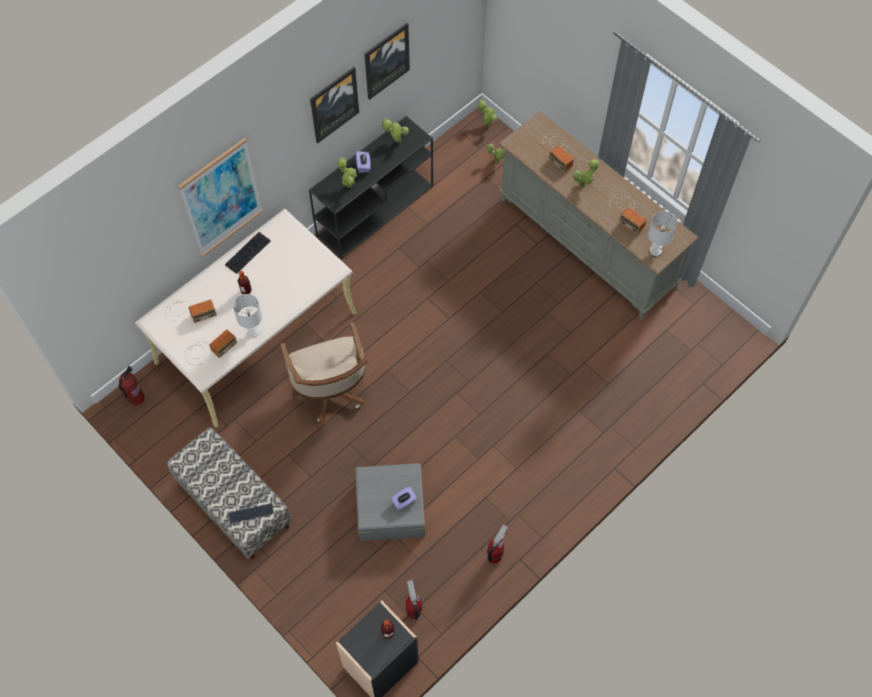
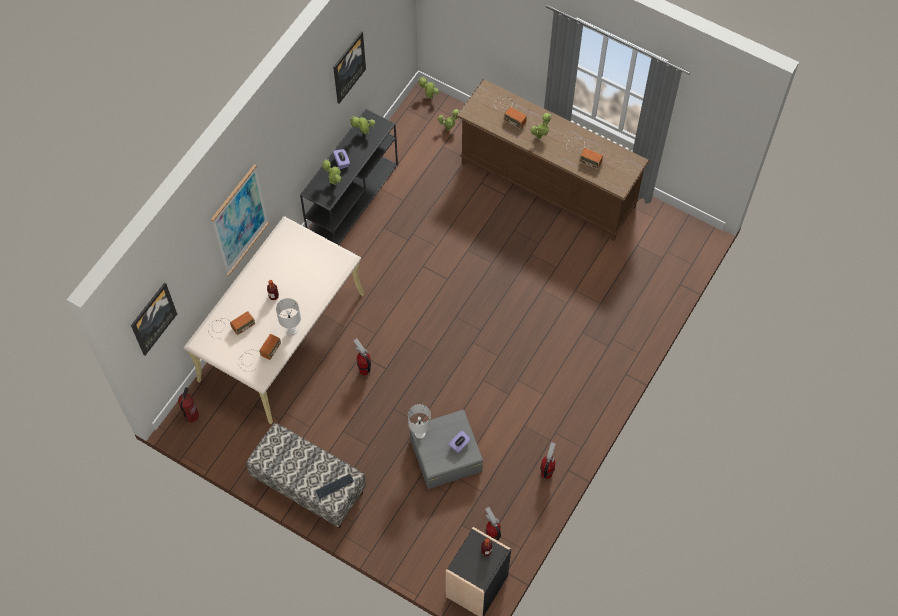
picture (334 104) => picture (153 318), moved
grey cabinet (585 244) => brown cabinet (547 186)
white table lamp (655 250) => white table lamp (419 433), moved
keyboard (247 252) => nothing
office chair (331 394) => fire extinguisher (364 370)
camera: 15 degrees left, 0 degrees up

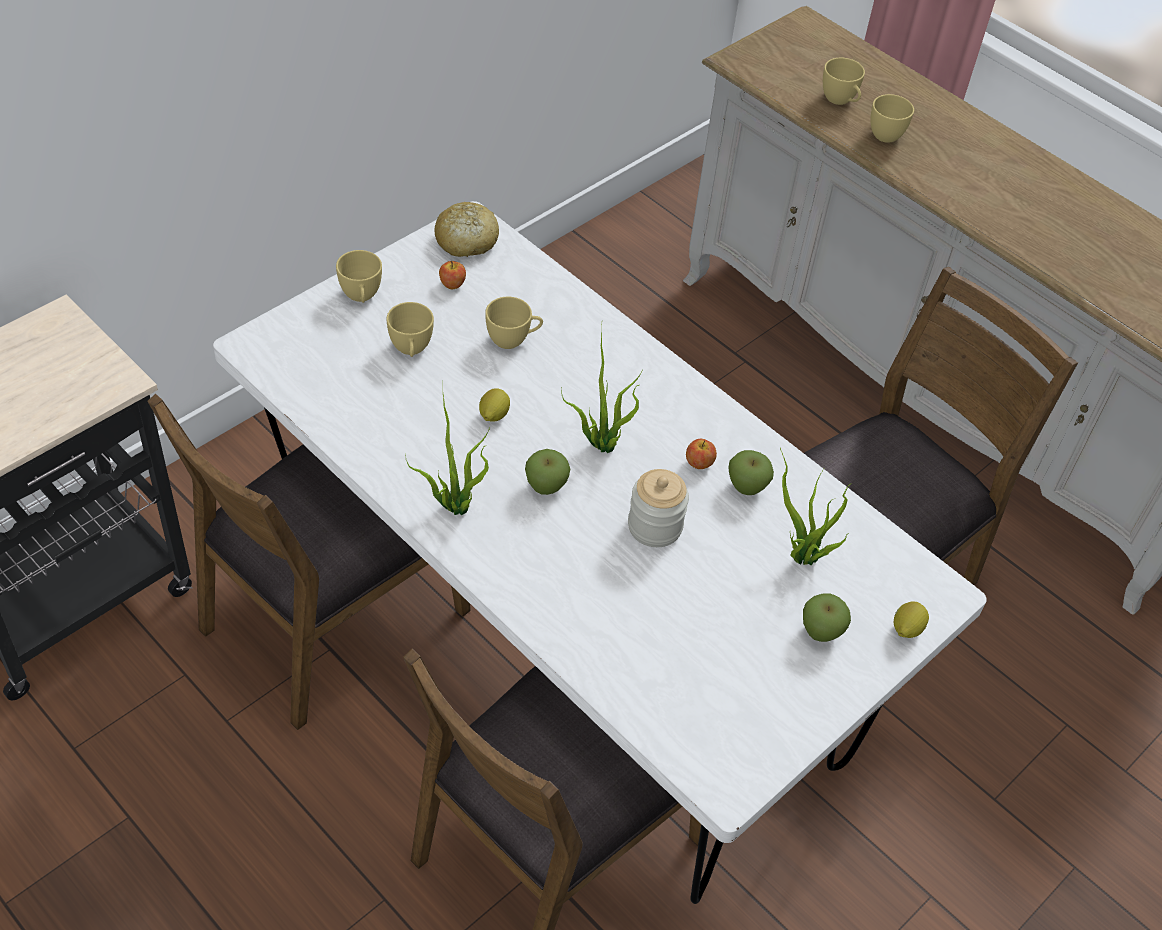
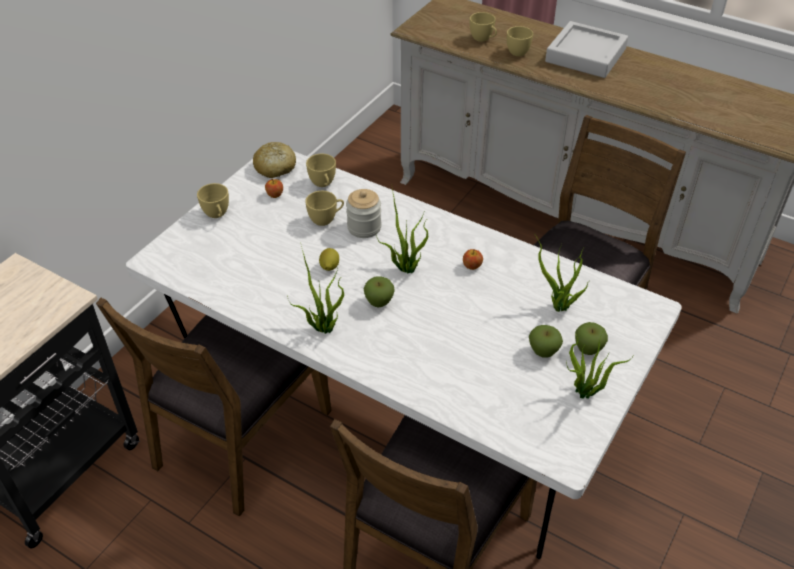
yellow cup (411 350) => yellow cup (323 184), moved
apple (747 487) => apple (543 351), moved
jar (655 526) => jar (364 227), moved
lemon (906 629) => nothing
nothing => grey tray (585 55)
nothing => potted plant (586 394)
camera: 10 degrees left, 5 degrees down

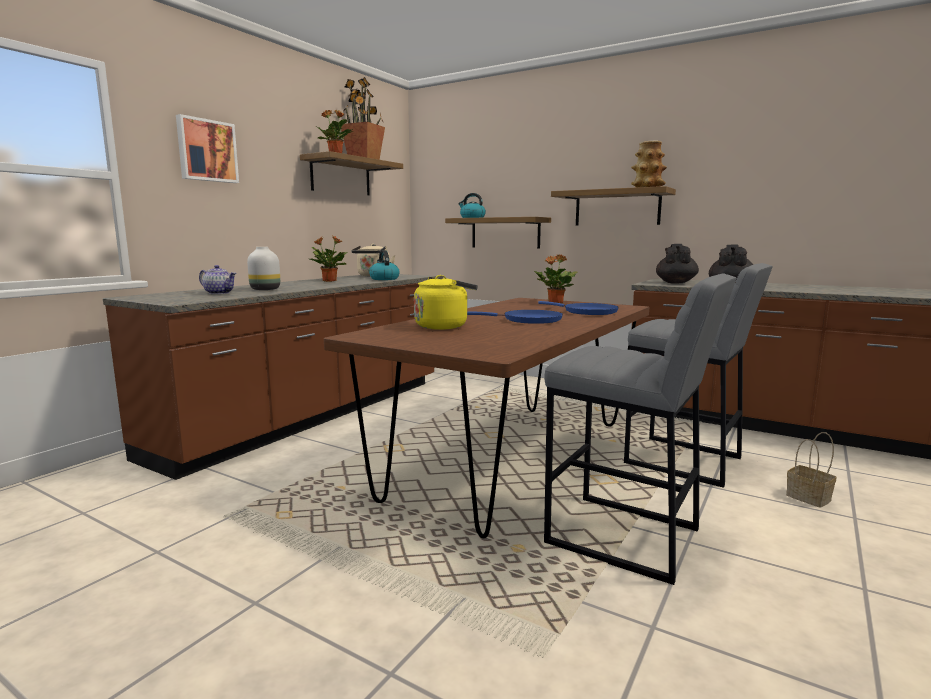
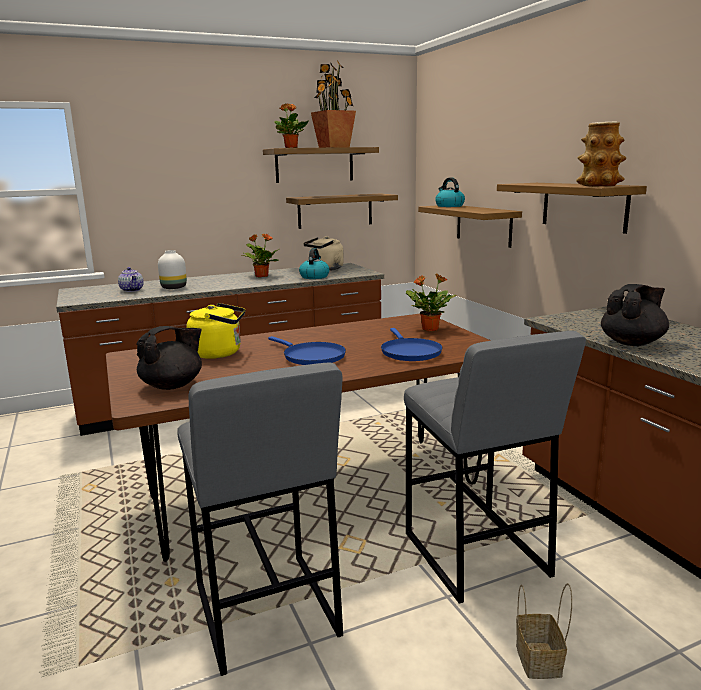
picture (206 150) => nothing
black teapot (675 282) => black teapot (173 385), moved
nothing => shelf (335 211)
camera: 35 degrees right, 5 degrees up

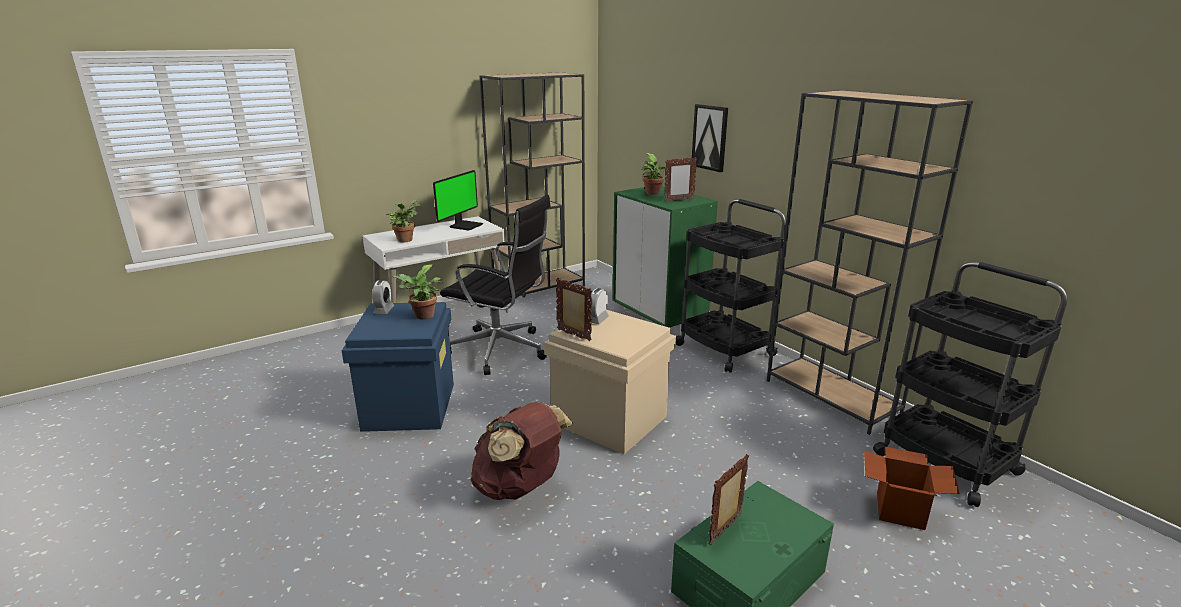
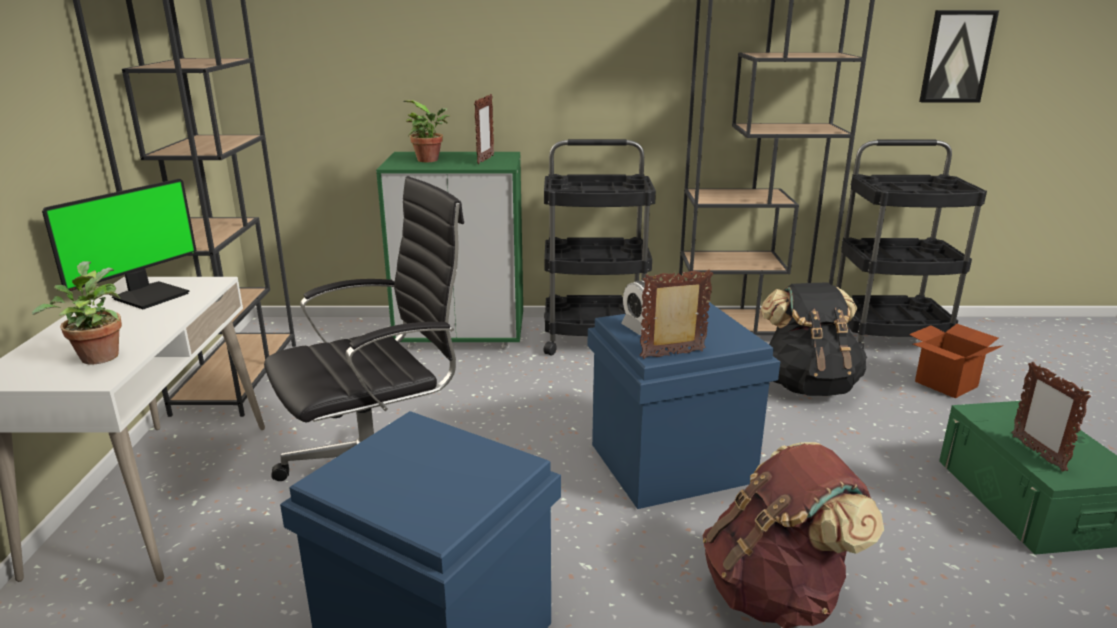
picture (710 137) => picture (956 56), moved
monitor (465 225) => monitor (150 295), 60 degrees clockwise
potted plant (422 316) => nothing
alarm clock (384 310) => nothing
beige storage box (608 419) => blue storage box (670 463)
nothing => black backpack (807 385)
camera: 55 degrees left, 0 degrees up

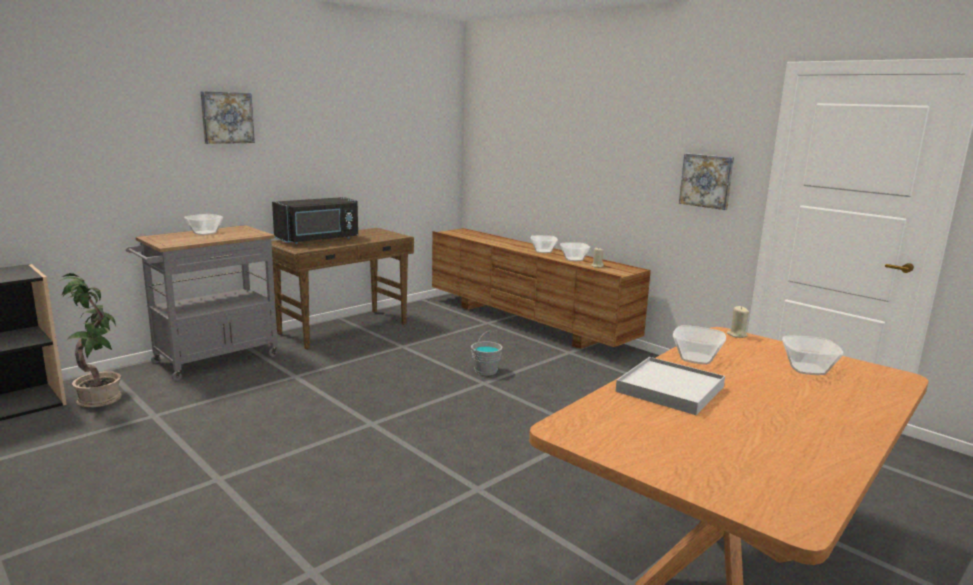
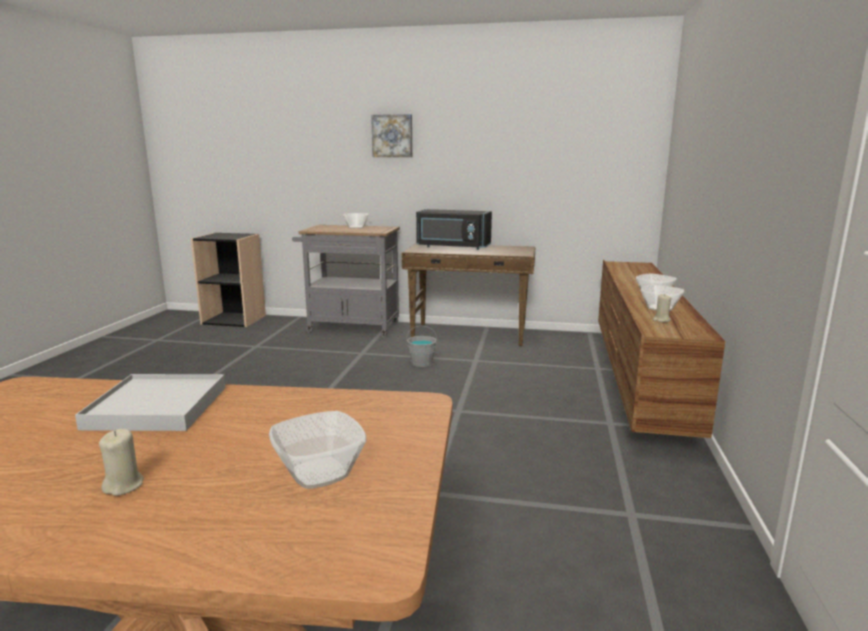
picture (707 181) => nothing
potted plant (101 399) => nothing
beige candle (737 335) => beige candle (124 486), moved
bowl (697 359) => nothing
grey bucket (485 371) => grey bucket (422 363), moved
camera: 55 degrees right, 0 degrees up

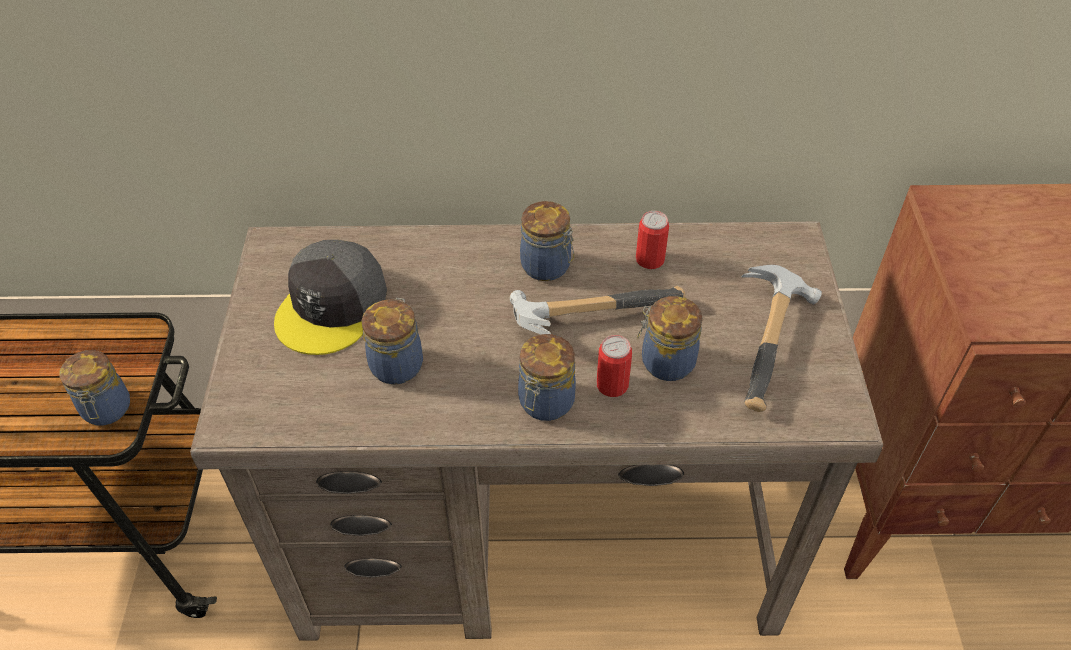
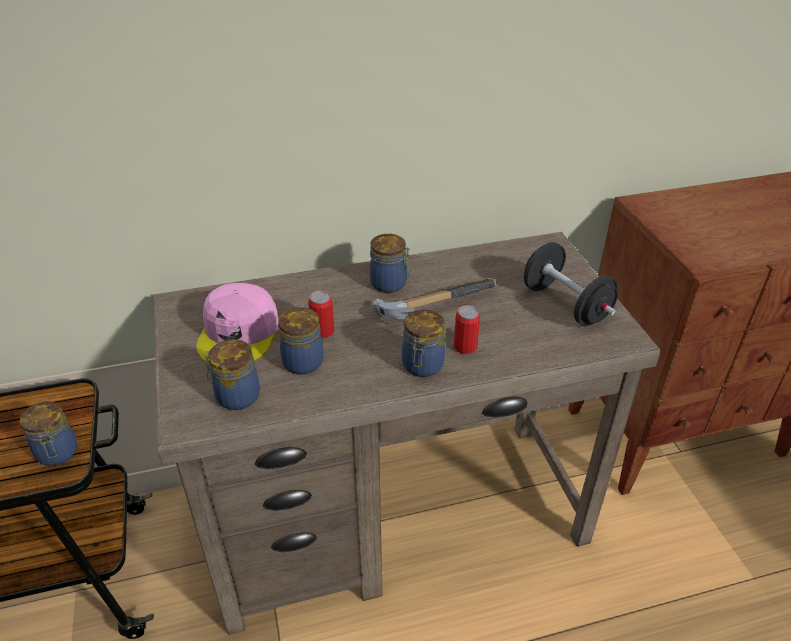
can (650 259) => can (322 331), moved
grey cap (332 306) => pink cap (239 333)
hammer (776 345) => black dumbbell (565 304)
jar (665 362) => jar (236 396), moved
camera: 15 degrees left, 10 degrees down

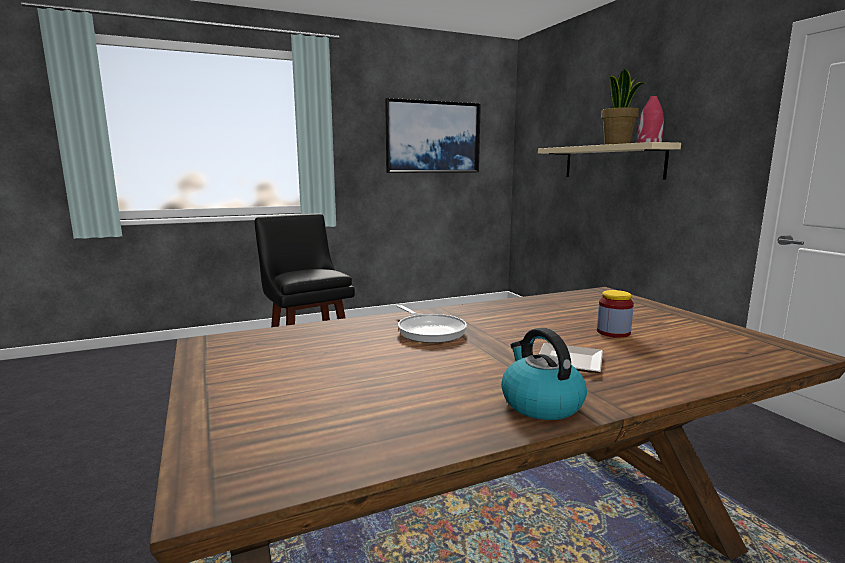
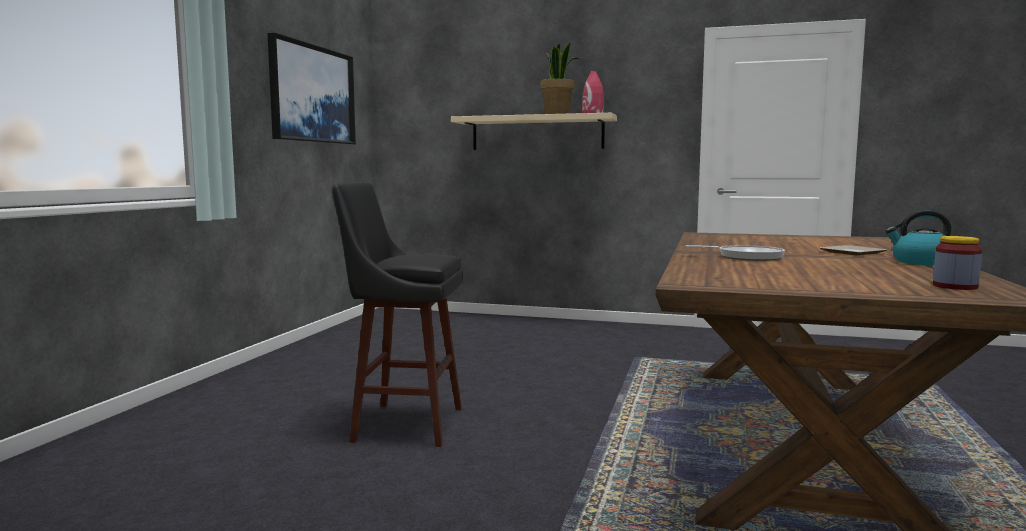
jar (613 332) => jar (955 286), moved
camera: 50 degrees left, 5 degrees down

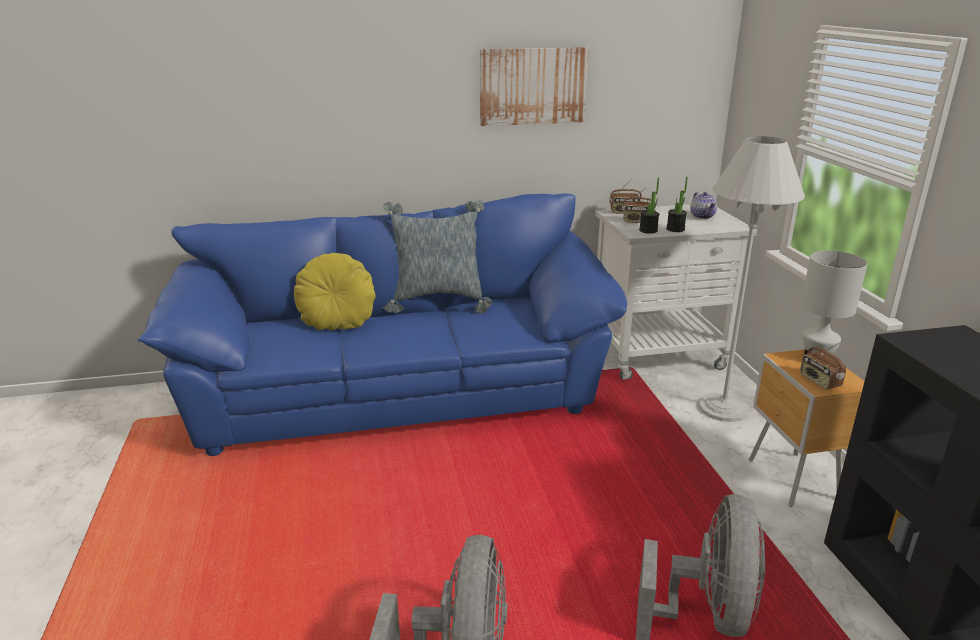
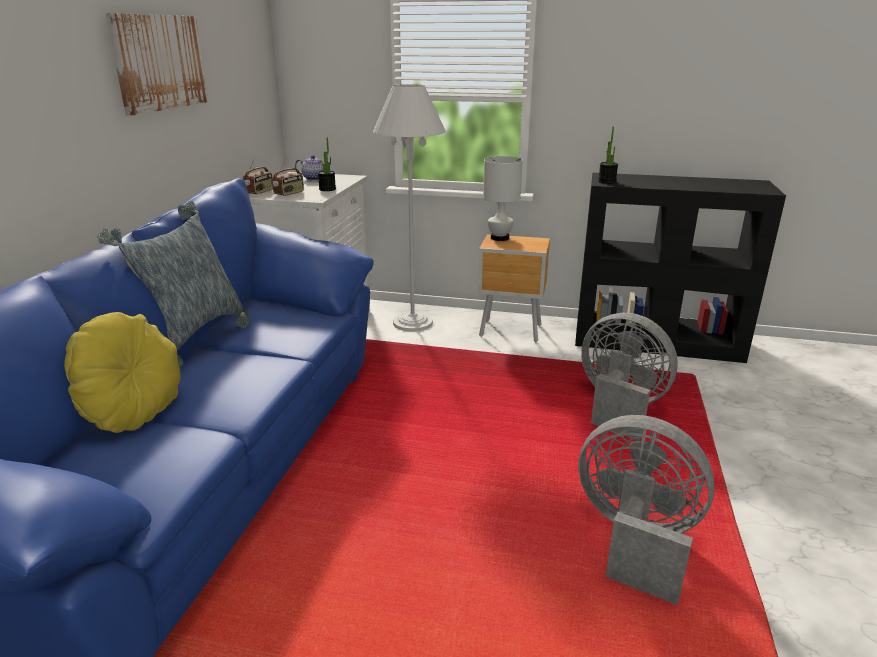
potted plant (648 230) => potted plant (607 181), moved
radio (819 381) => nothing
camera: 65 degrees left, 0 degrees up

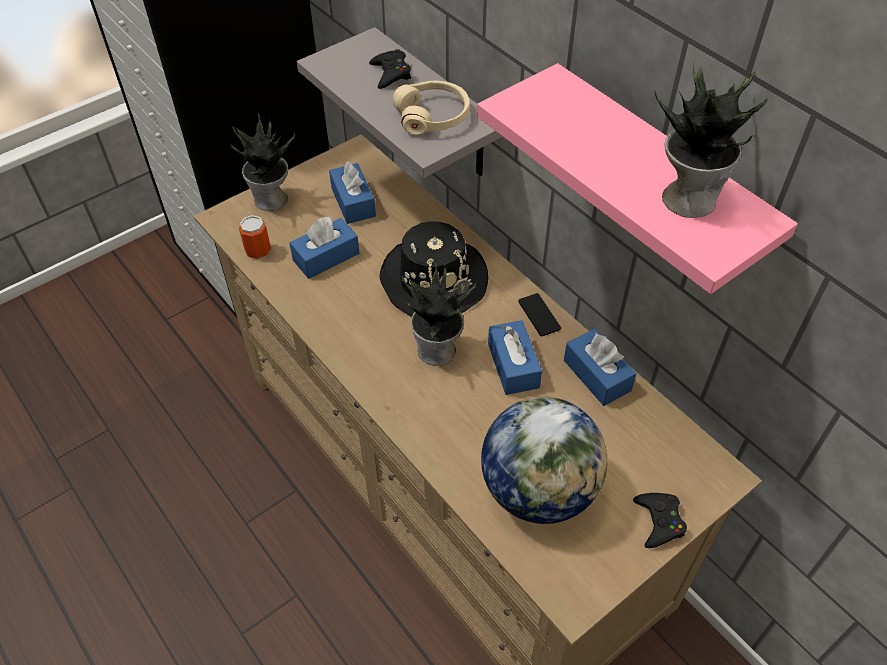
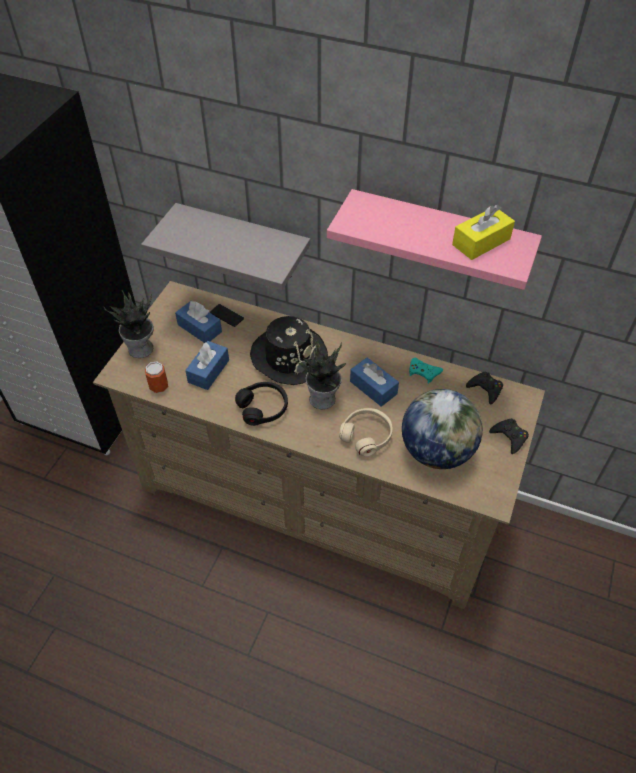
black game controller (391 73) => black game controller (485 389), moved
potted plant (688 198) => yellow tissue box (481 242)
beige headphones (432 116) => beige headphones (366 435), moved
phone (539 315) => phone (226 315), moved
blue tissue box (597 375) => turquoise game controller (423 372)
nothing => black headphones (263 407)
camera: 30 degrees left, 0 degrees up

